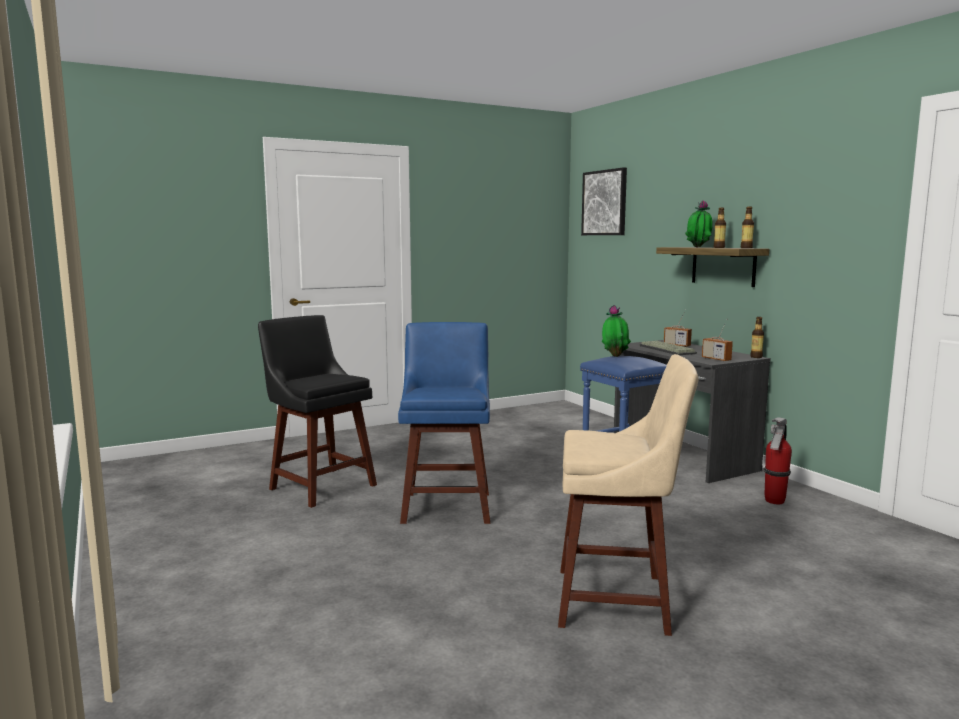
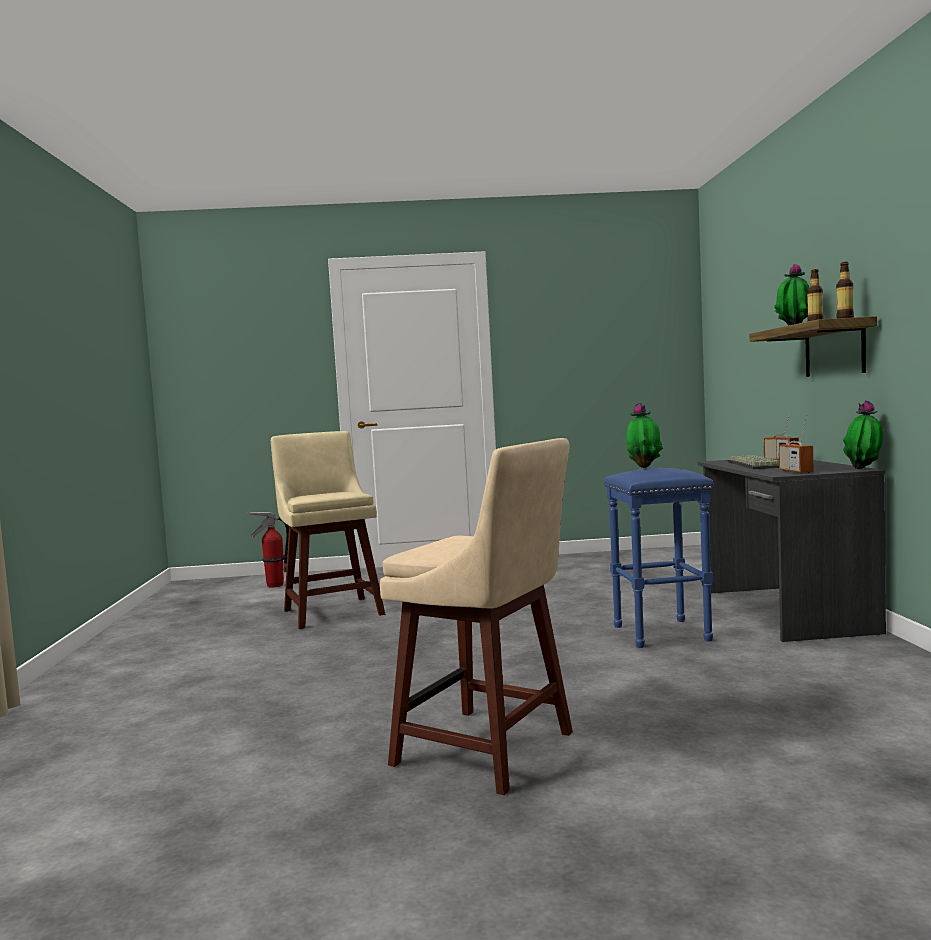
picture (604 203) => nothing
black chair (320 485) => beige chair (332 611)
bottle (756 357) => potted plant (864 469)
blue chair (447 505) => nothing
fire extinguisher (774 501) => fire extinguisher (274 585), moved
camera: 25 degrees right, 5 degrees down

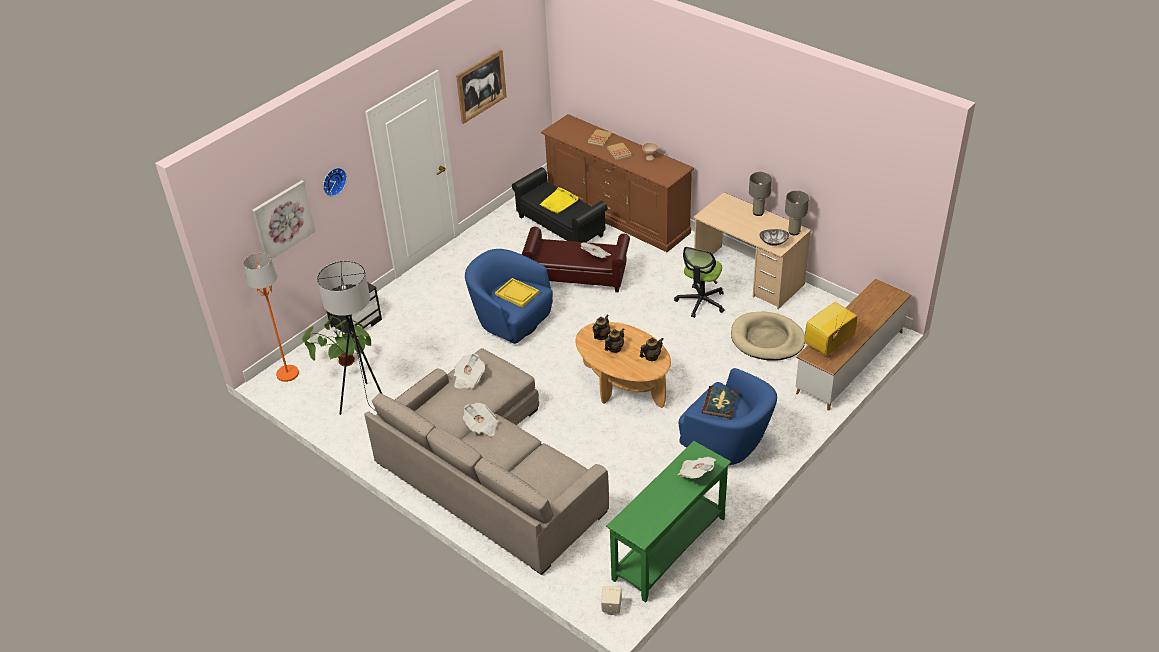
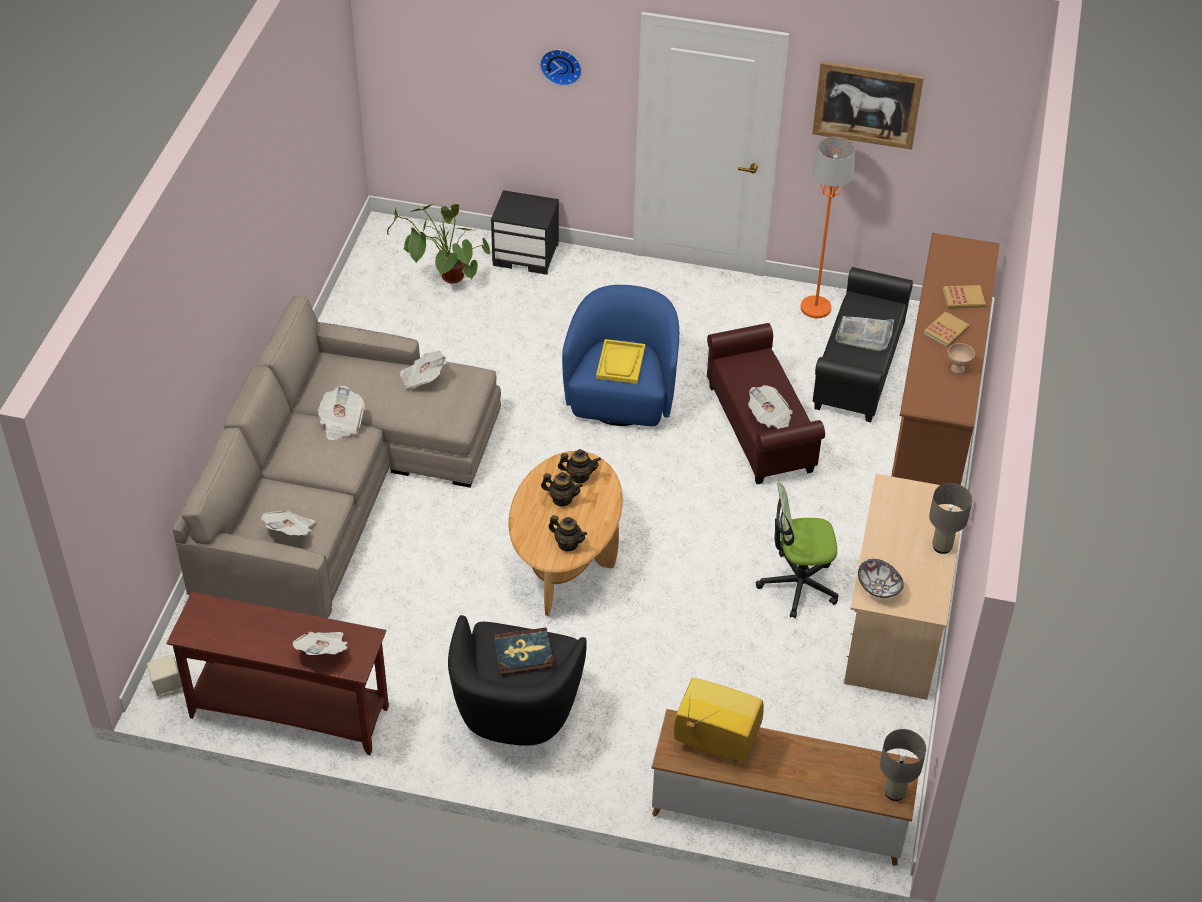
picture (283 220) => nothing
yellow tray (559 202) => grey tray (864 335)
grey table lamp (794 232) => grey table lamp (894 792), moved
orange floor lamp (287 374) => orange floor lamp (815 307), moved
grey floor lamp (369 404) => nothing
beige dog bed (767 339) => nothing
blue armchair (727 443) => black armchair (515 712)
green console table (669 549) => brown console table (288 712)
nothing => newspaper (291 531)
camera: 60 degrees right, 5 degrees up

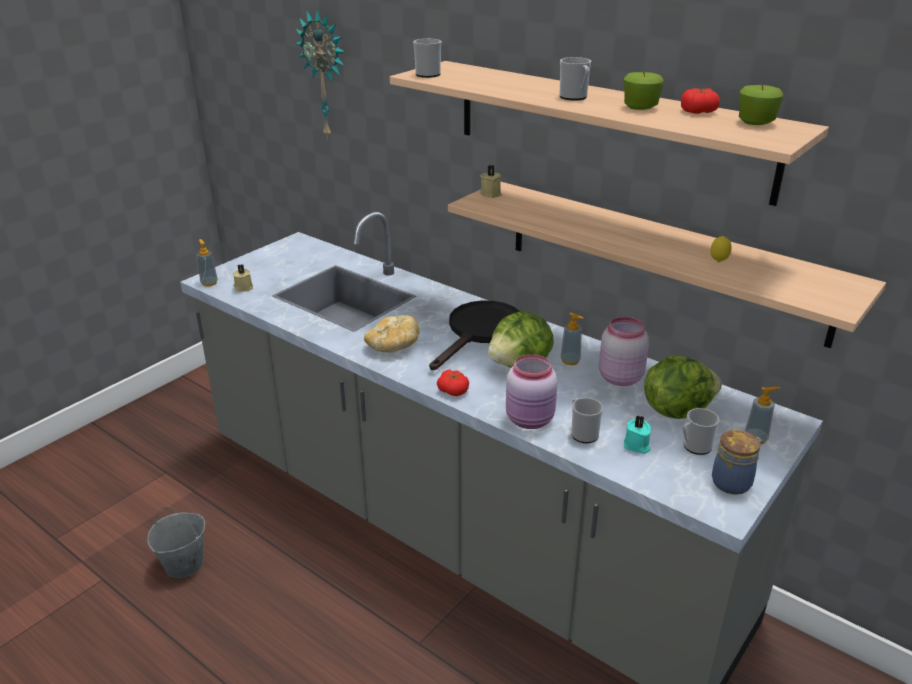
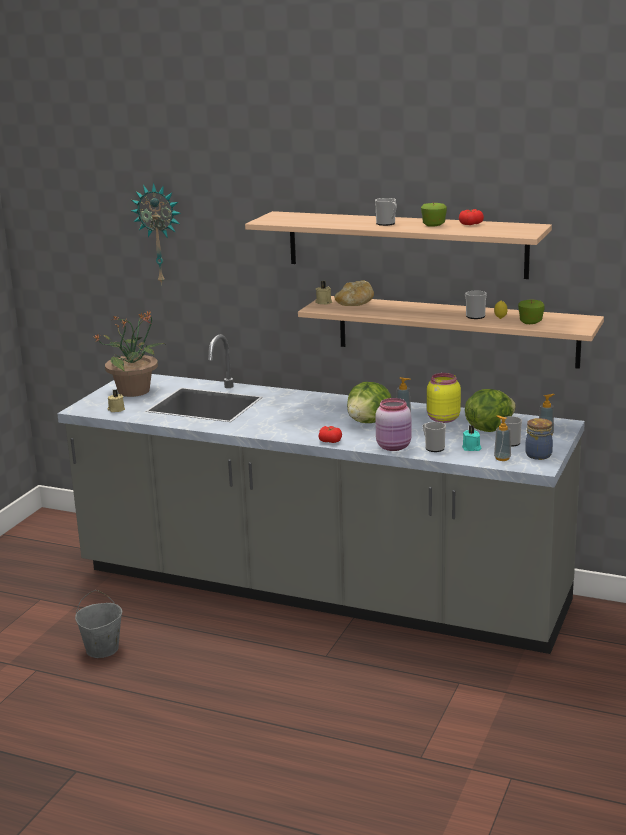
mug (427 74) => mug (473 316), moved
apple (755 122) => apple (530 322), moved
soap dispenser (209 283) => soap dispenser (502 458), moved
black frying pan (480 332) => nothing
bread (393 346) => bread (355 305), moved
pink jar (619 377) => yellow jar (442 419)
nothing => potted plant (135 391)
camera: 15 degrees left, 10 degrees down

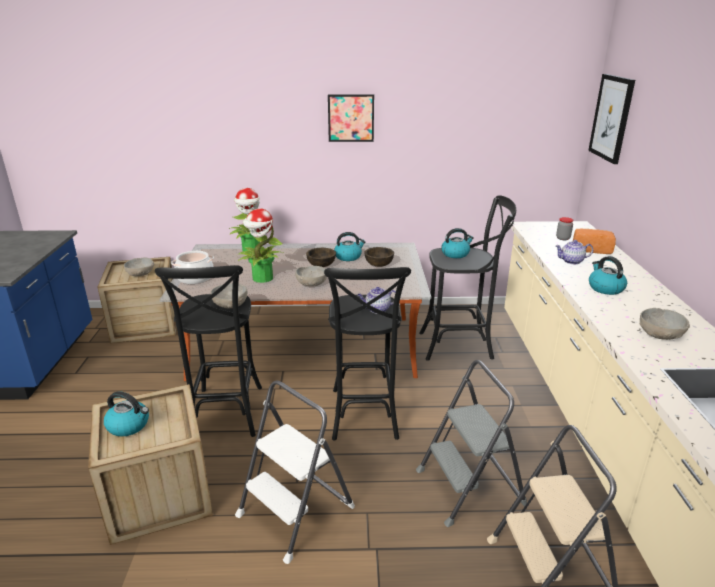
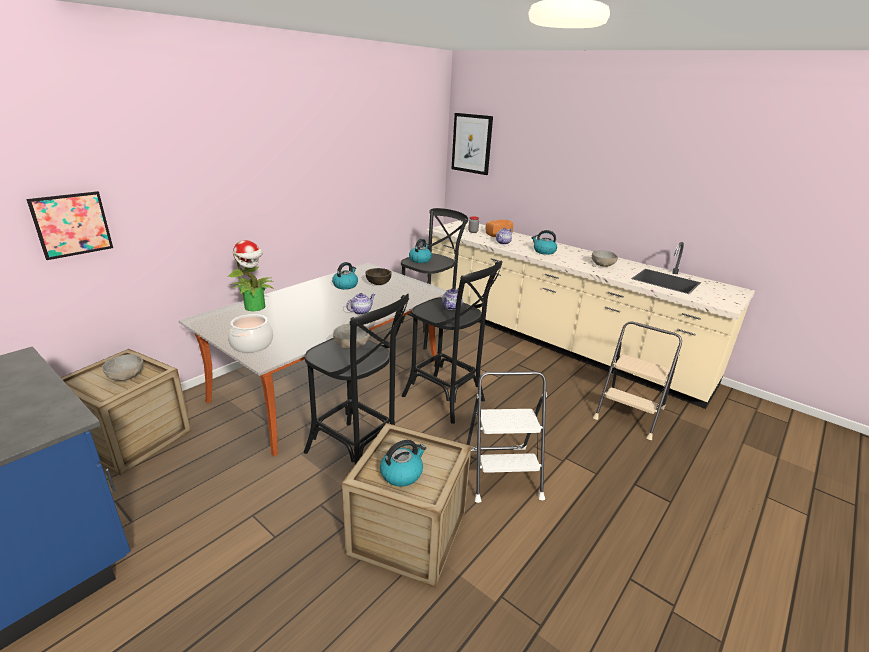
picture (351 118) => picture (72 224), moved
potted plant (262 278) => nothing
brown bowl (321 265) => nothing
grey bowl (311 283) => teapot (361 311)
grey step ladder (474 486) => nothing
camera: 50 degrees left, 0 degrees up

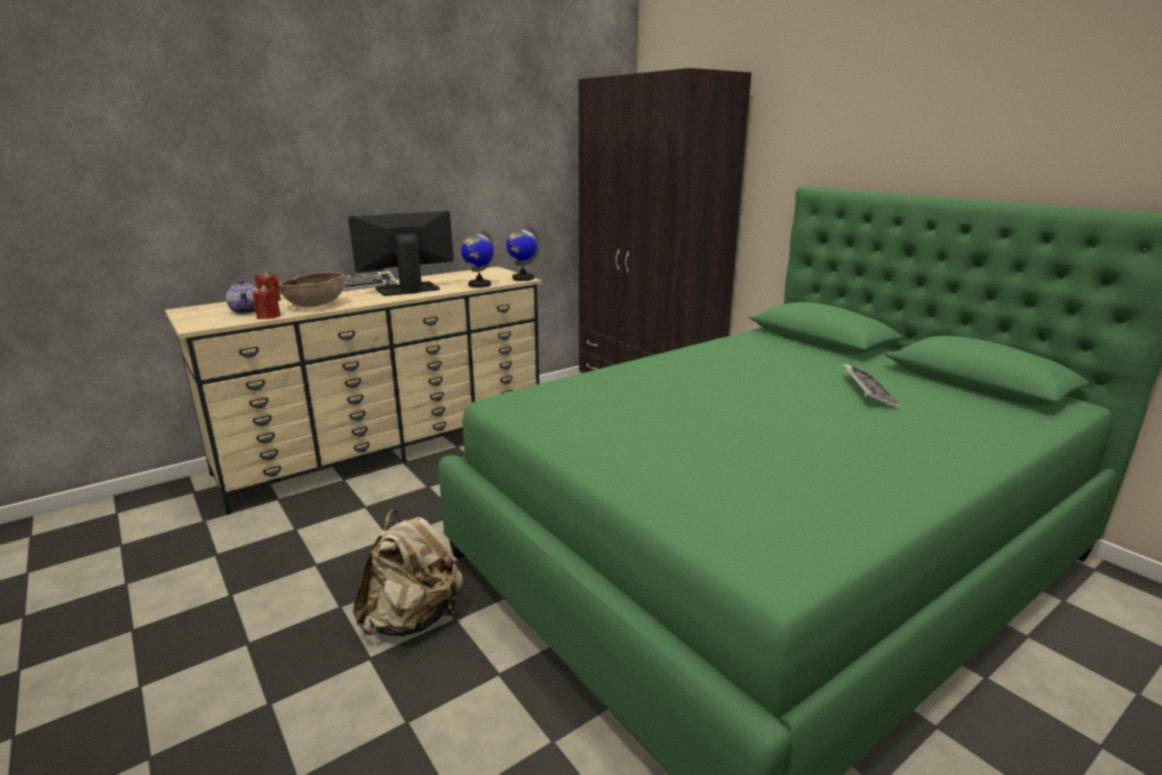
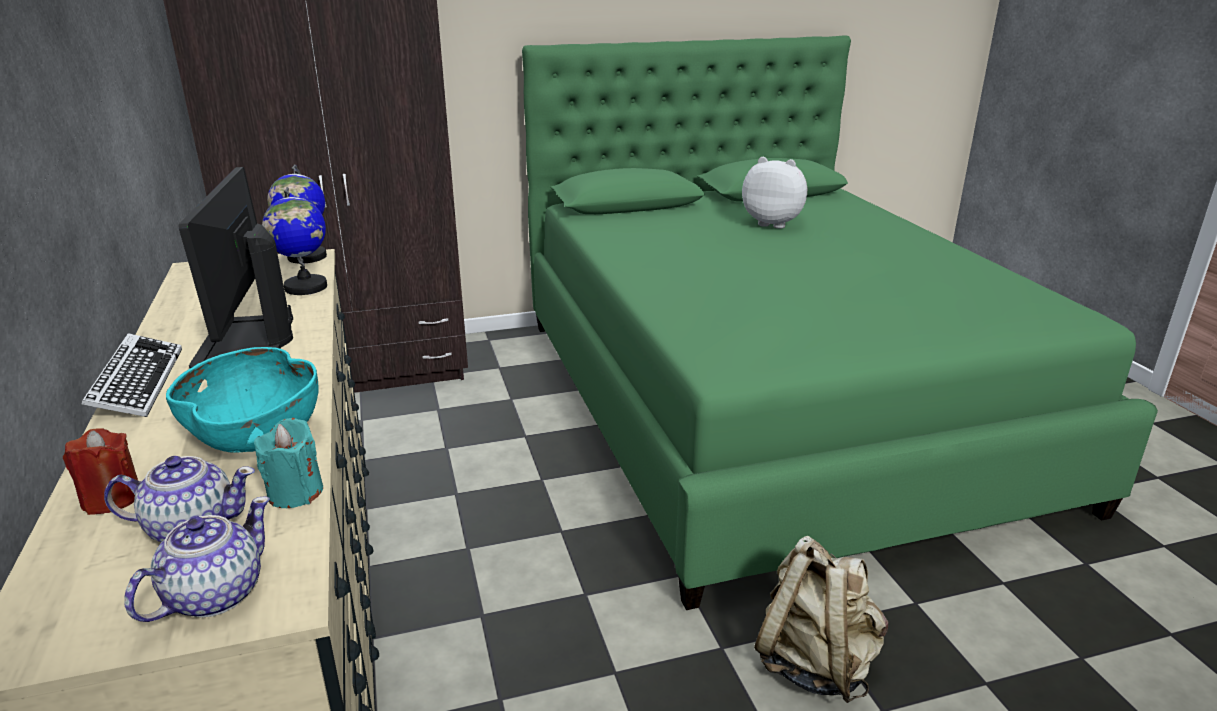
brown bowl (316 305) => turquoise bowl (257 435)
red candle (268 316) => turquoise candle (295 492)
keyboard (867 391) => plush toy (773 223)
nothing => teapot (213 595)
camera: 70 degrees left, 5 degrees up

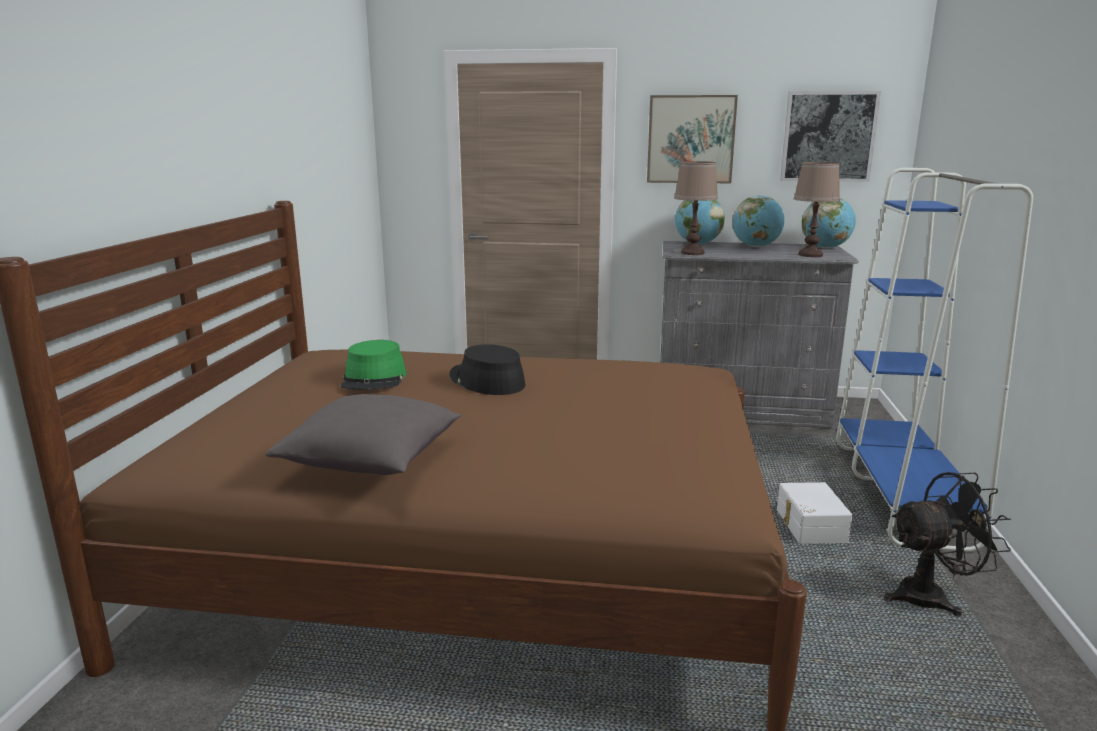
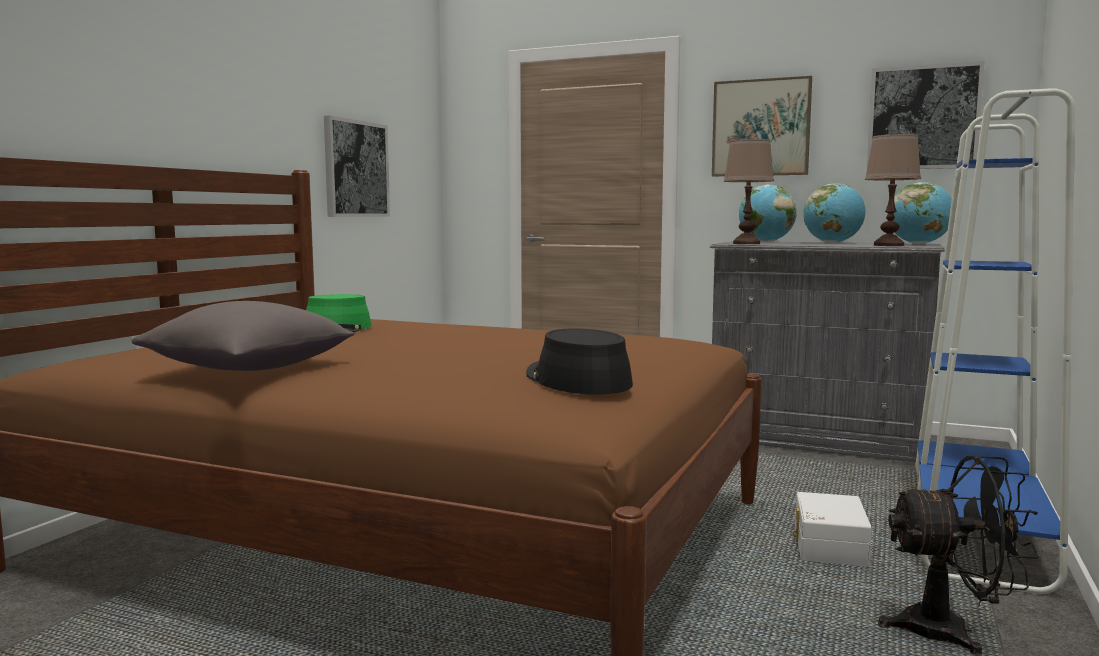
black hat (486 381) => black hat (577 380), moved
nothing => picture (355 169)
camera: 15 degrees right, 10 degrees down

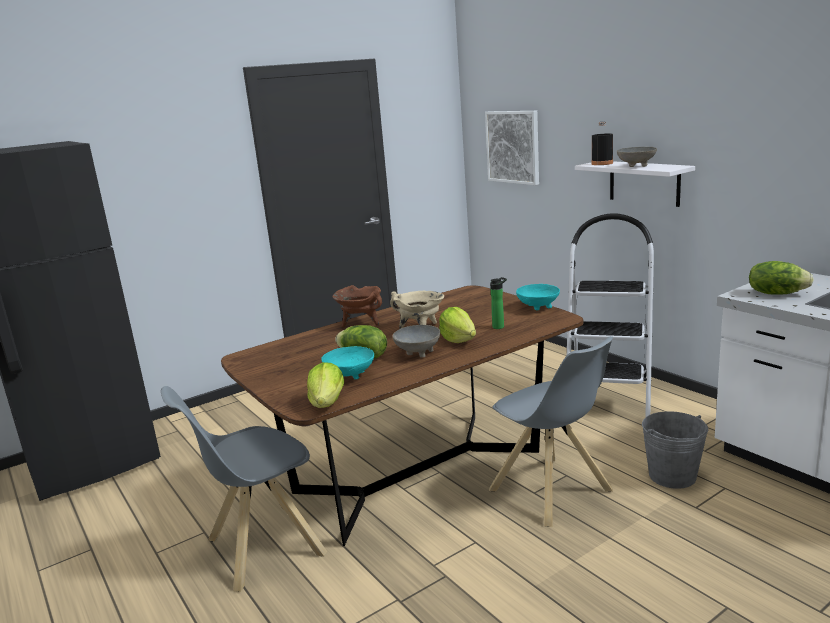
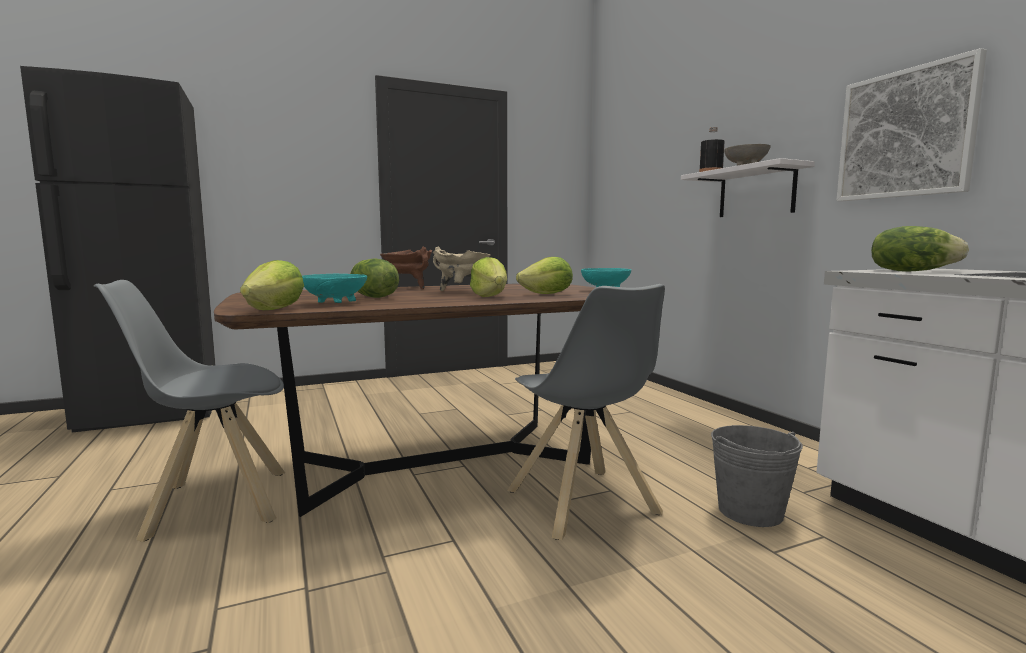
picture (513 147) => picture (905 134), moved
step ladder (610 395) => nothing
bottle (499 326) => lettuce (547 294)
grey bowl (417 352) => nothing
camera: 10 degrees right, 10 degrees down

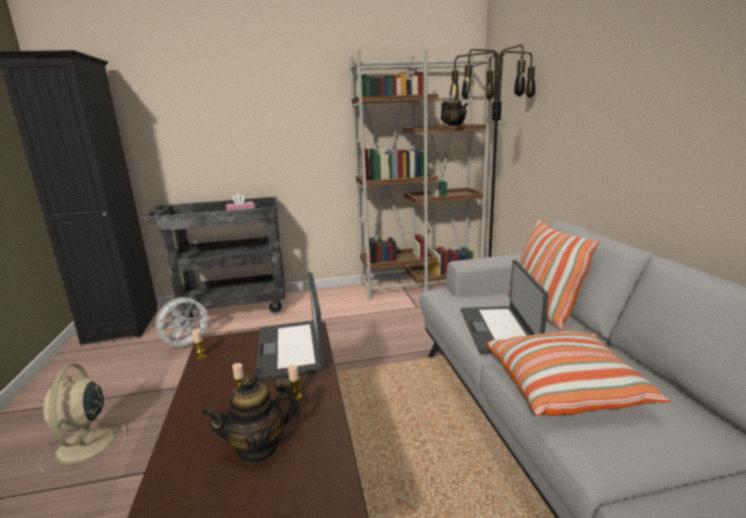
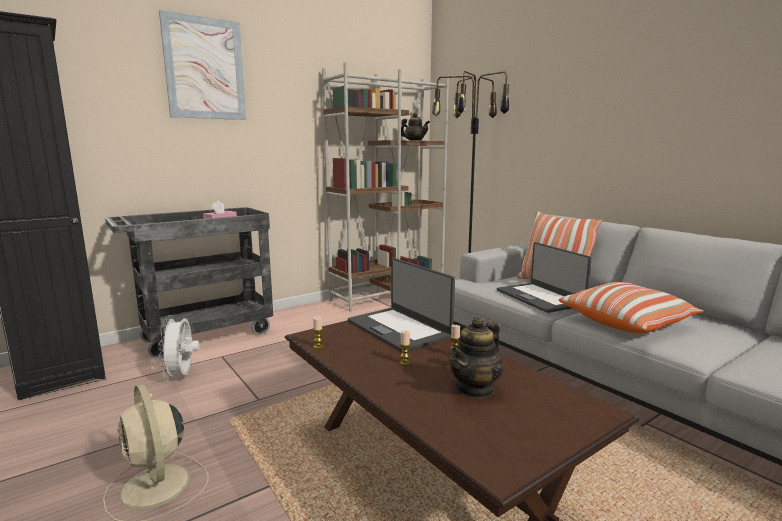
white fan (187 345) => white fan (182 376), 150 degrees clockwise
nothing => picture (205 69)
camera: 25 degrees left, 5 degrees down

